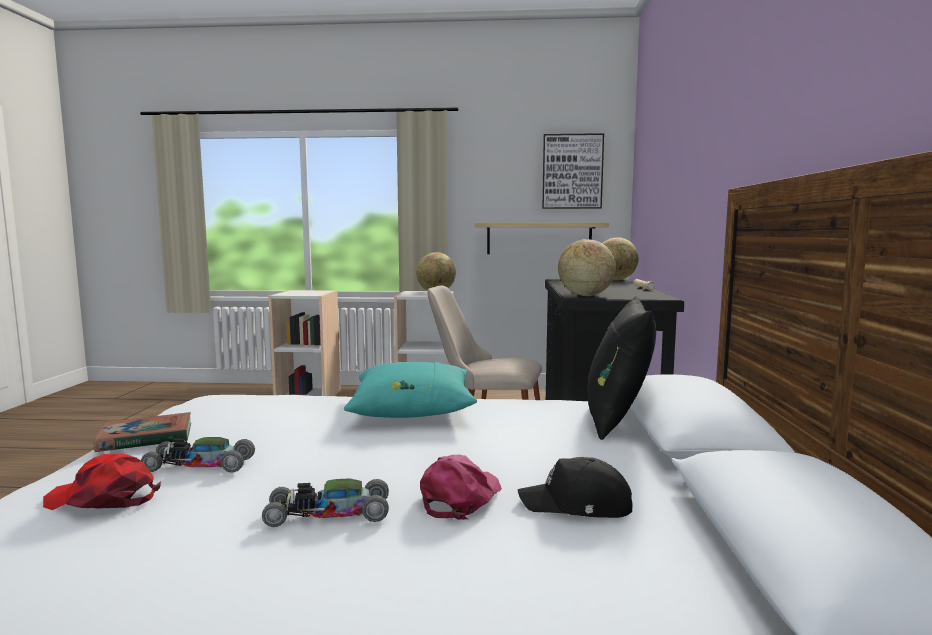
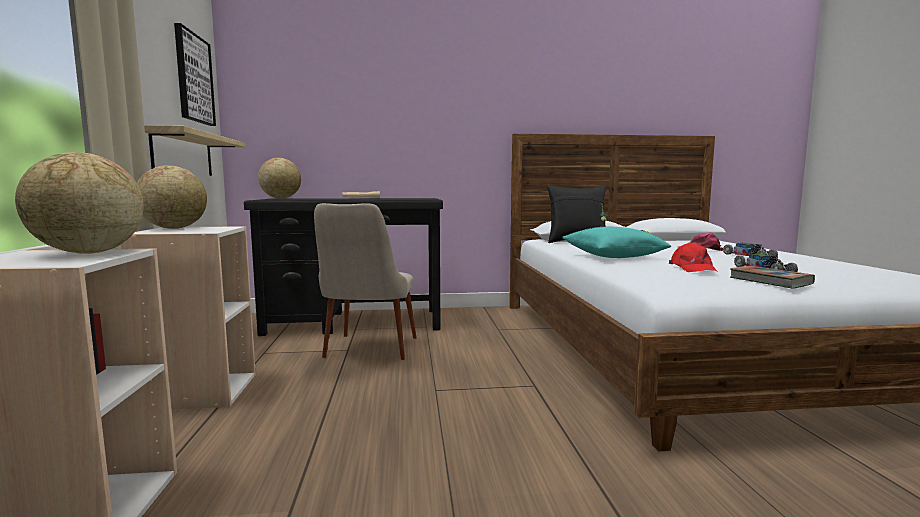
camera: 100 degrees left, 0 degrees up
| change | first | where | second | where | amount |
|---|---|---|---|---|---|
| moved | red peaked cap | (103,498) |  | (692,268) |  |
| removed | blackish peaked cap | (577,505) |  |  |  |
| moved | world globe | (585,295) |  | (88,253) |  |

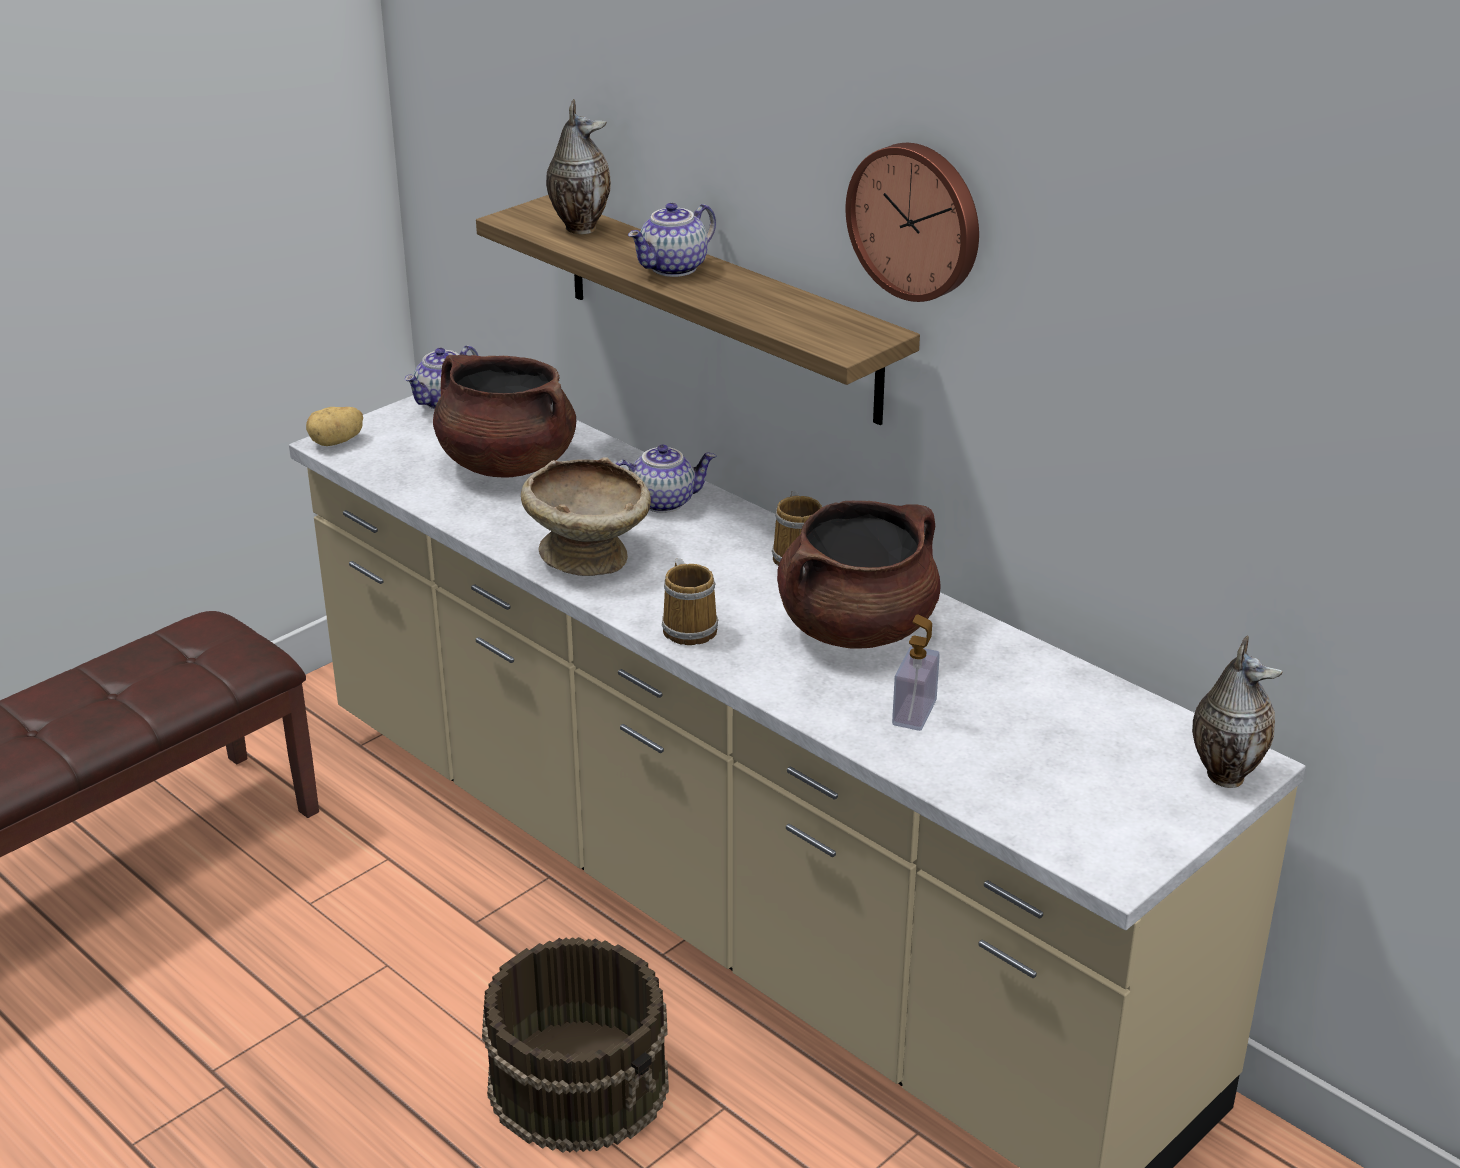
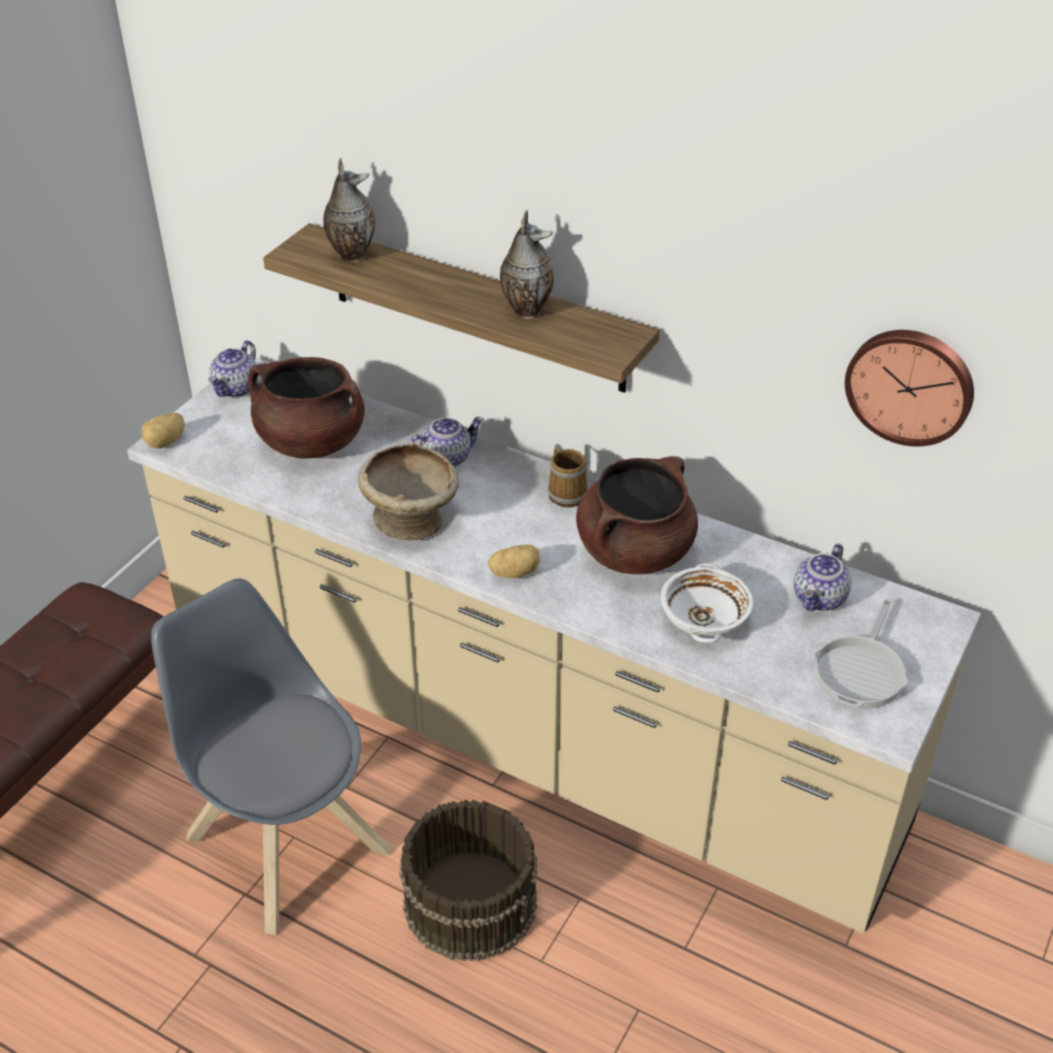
camera: 15 degrees left, 10 degrees up
| change | first | where | second | where | amount |
|---|---|---|---|---|---|
| moved | tea pot | (674,269) |  | (820,599) |  |
| replaced | tea mug | (690,627) | spud | (514,572) |  |
| moved | wall clock | (917,220) |  | (910,385) |  |
| replaced | soap dispenser | (914,713) | white-coloured serving bowl | (704,619) |  |
| moved | flower vase | (1224,773) |  | (526,310) |  |
| added |  |  | greyish chair | (284,839) |  |
| added |  |  | skillet | (860,672) |  |

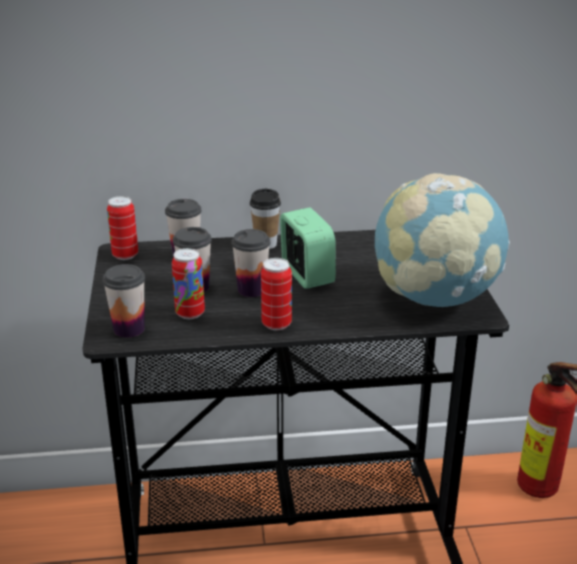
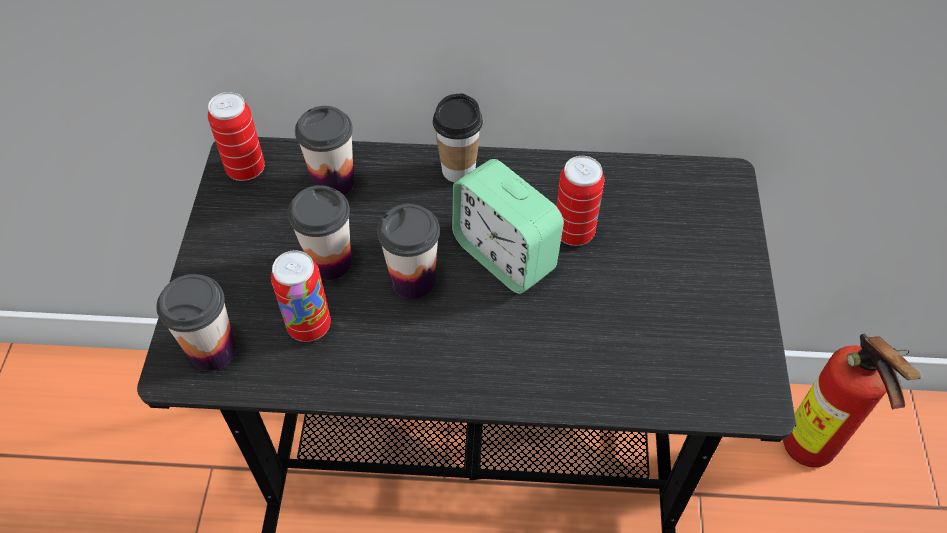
camera: 10 degrees right, 25 degrees up
| change | first | where | second | where | amount |
|---|---|---|---|---|---|
| moved | can | (276,324) |  | (574,232) |  |
| turned | bedside clock | (307,275) |  | (504,255) | 150 degrees clockwise |
| removed | world globe | (435,298) |  |  |  |

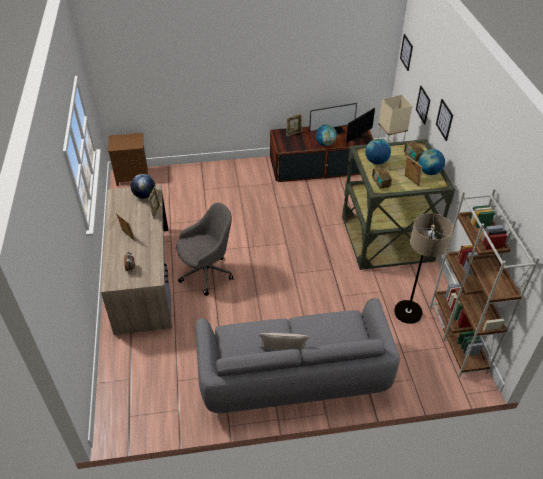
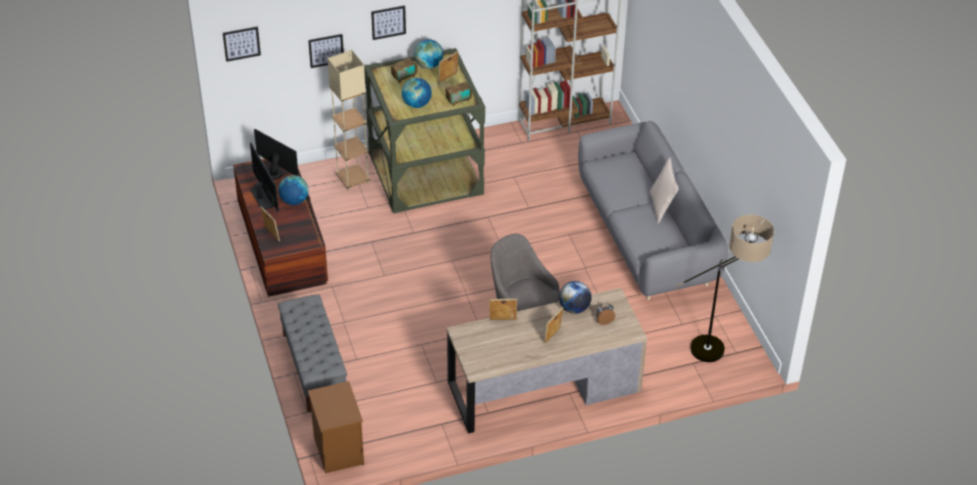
camera: 100 degrees left, 0 degrees up
| change | first | where | second | where | amount |
|---|---|---|---|---|---|
| moved | world globe | (144,195) |  | (574,308) |  |
| moved | standing lamp | (407,321) |  | (721,350) |  |
| added |  |  | greyish long seat | (314,368) |  |

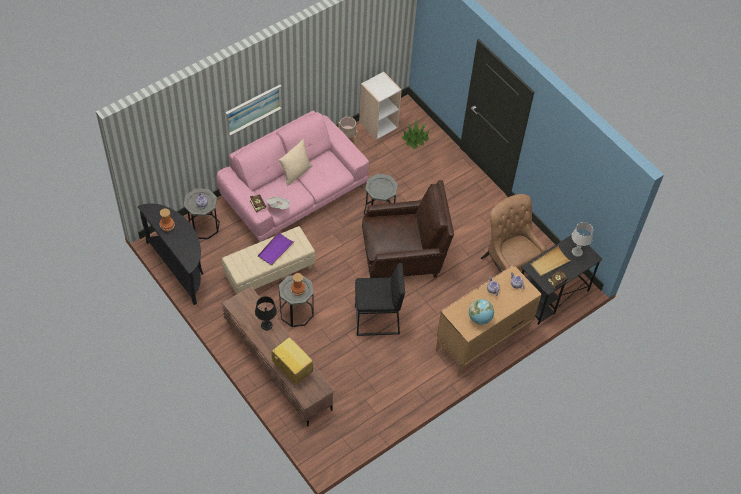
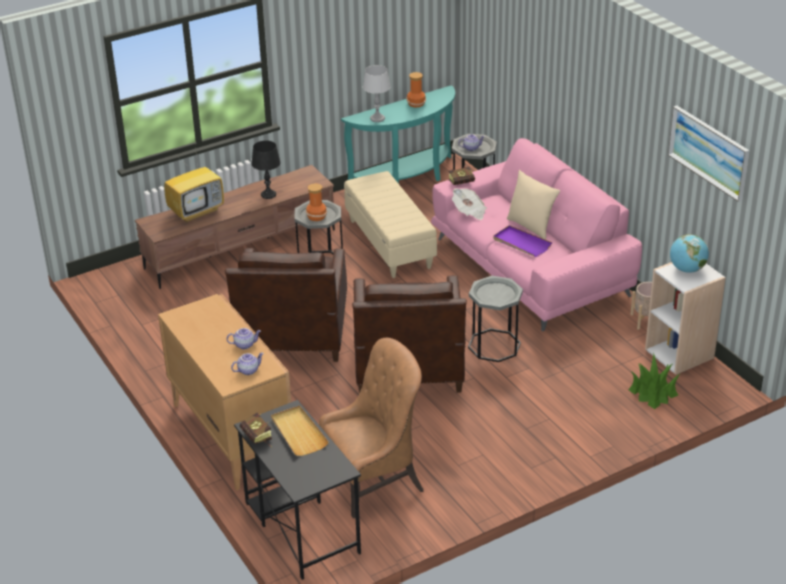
camera: 100 degrees right, 20 degrees down
| change | first | where | second | where | amount |
|---|---|---|---|---|---|
| recoloured | blackish console table | (180,267) | turquoise console table | (407,179) |  |
| moved | picture | (253,109) |  | (709,152) |  |
| moved | purple-coloured serving tray | (275,249) |  | (521,243) |  |
| replaced | blackish sitting stool | (377,320) | brownish lounge chair | (293,333) |  |
| moved | world globe | (480,318) |  | (687,269) |  |
| moved | greyish tabletop lamp | (577,252) |  | (377,119) |  |

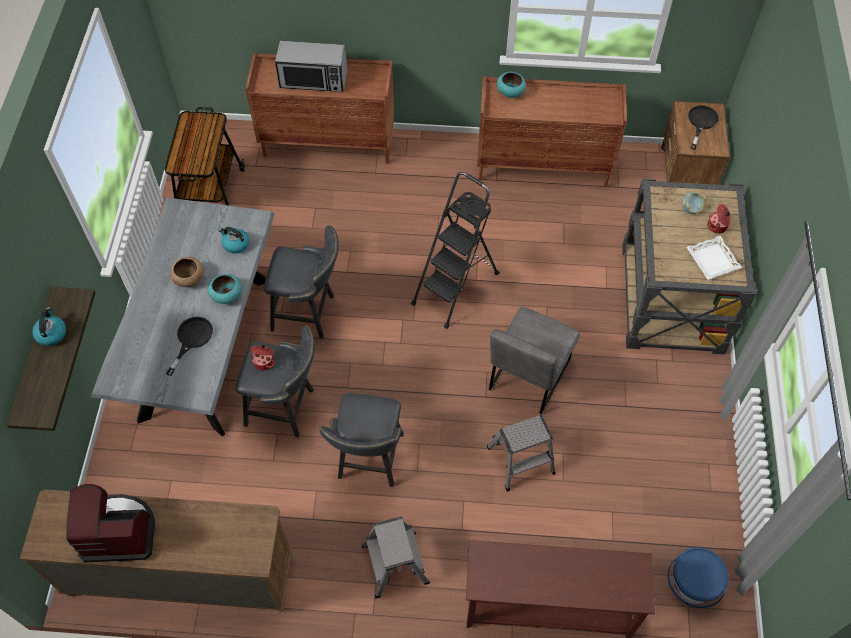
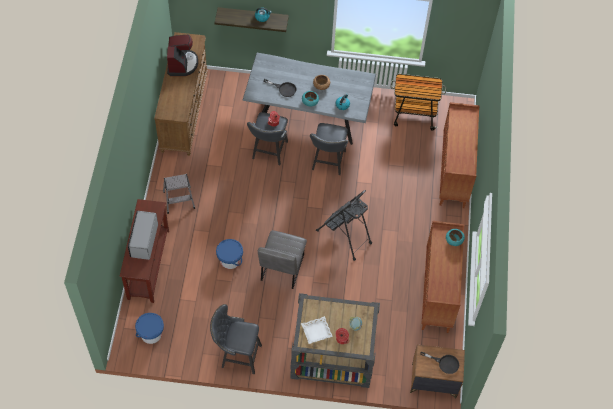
camera: 90 degrees right, 0 degrees up
| change | first | where | second | where | amount |
|---|---|---|---|---|---|
| moved | microwave oven | (313,80) |  | (144,240) |  |
| moved | greyish sitting stool | (369,464) |  | (236,355) |  |
| replaced | greyish stepladder | (520,459) | bluish pail | (230,260) |  |
| turned | greyish chair | (527,376) |  | (281,268) | 105 degrees counterclockwise |

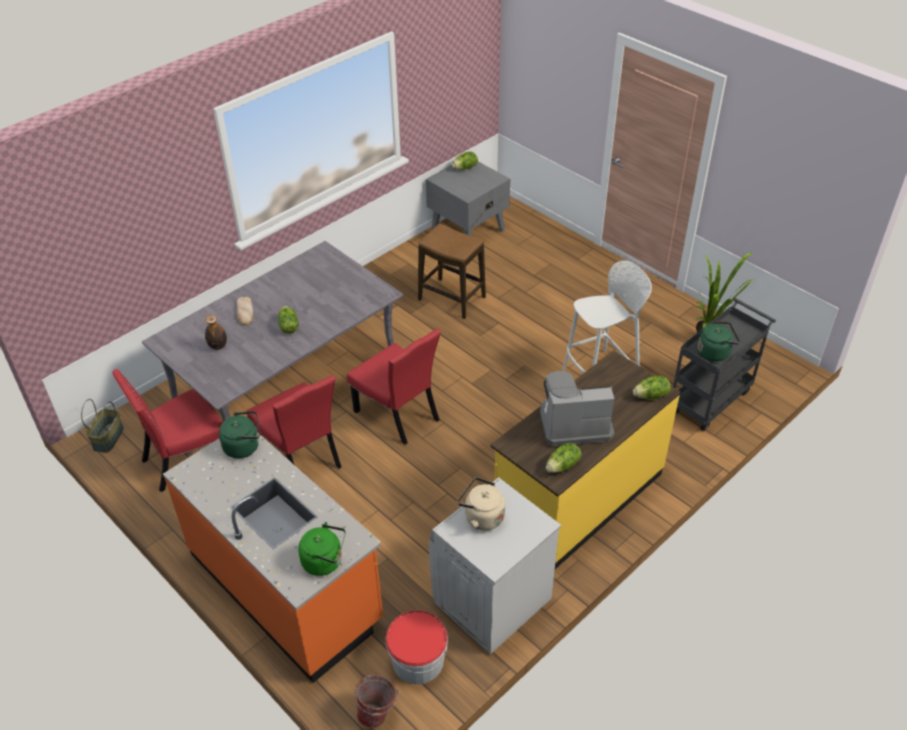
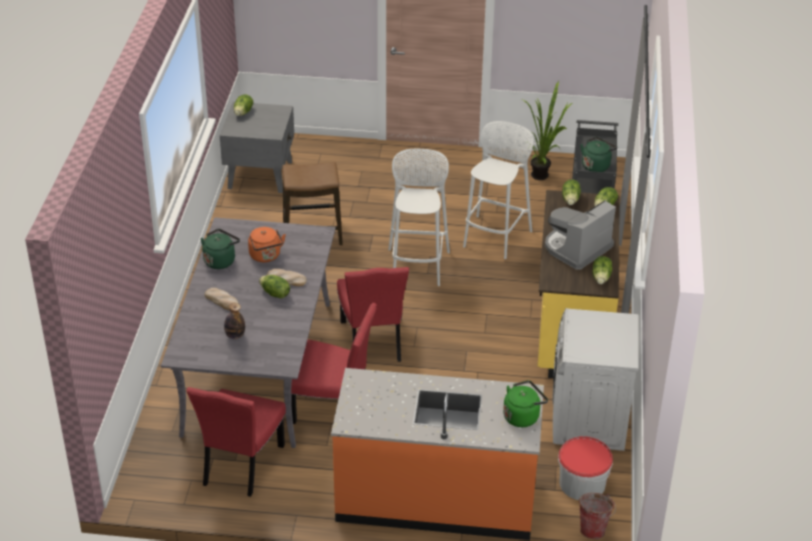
camera: 40 degrees left, 5 degrees down
| change | first | where | second | where | amount |
|---|---|---|---|---|---|
| removed | basket | (108,438) |  |  |  |
| moved | greenish kettle | (244,446) |  | (220,260) |  |
| turned | red chair | (397,413) |  | (373,339) | 75 degrees clockwise |
| removed | beige kettle | (481,517) |  |  |  |
| added |  |  | orange kettle | (266,256) |  |
| added |  |  | baked bread | (286,279) |  |
| added |  |  | white-coloured sitting stool | (417,266) |  |
| added |  |  | lettuce | (571,200) |  |

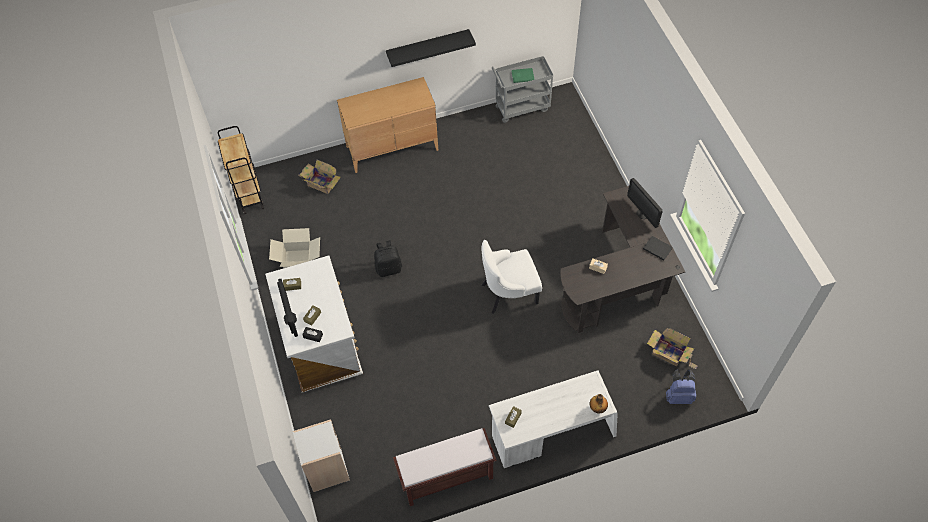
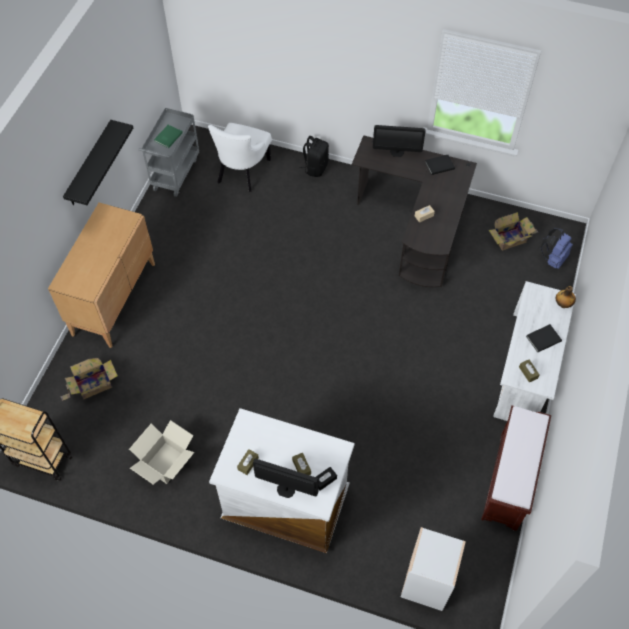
camera: 55 degrees left, 0 degrees up
| change | first | where | second | where | amount |
|---|---|---|---|---|---|
| moved | blackish knapsack | (389,268) |  | (315,168) |  |
| moved | white-coloured chair | (510,292) |  | (243,170) |  |
| added |  |  | blackish bound book | (542,338) |  |

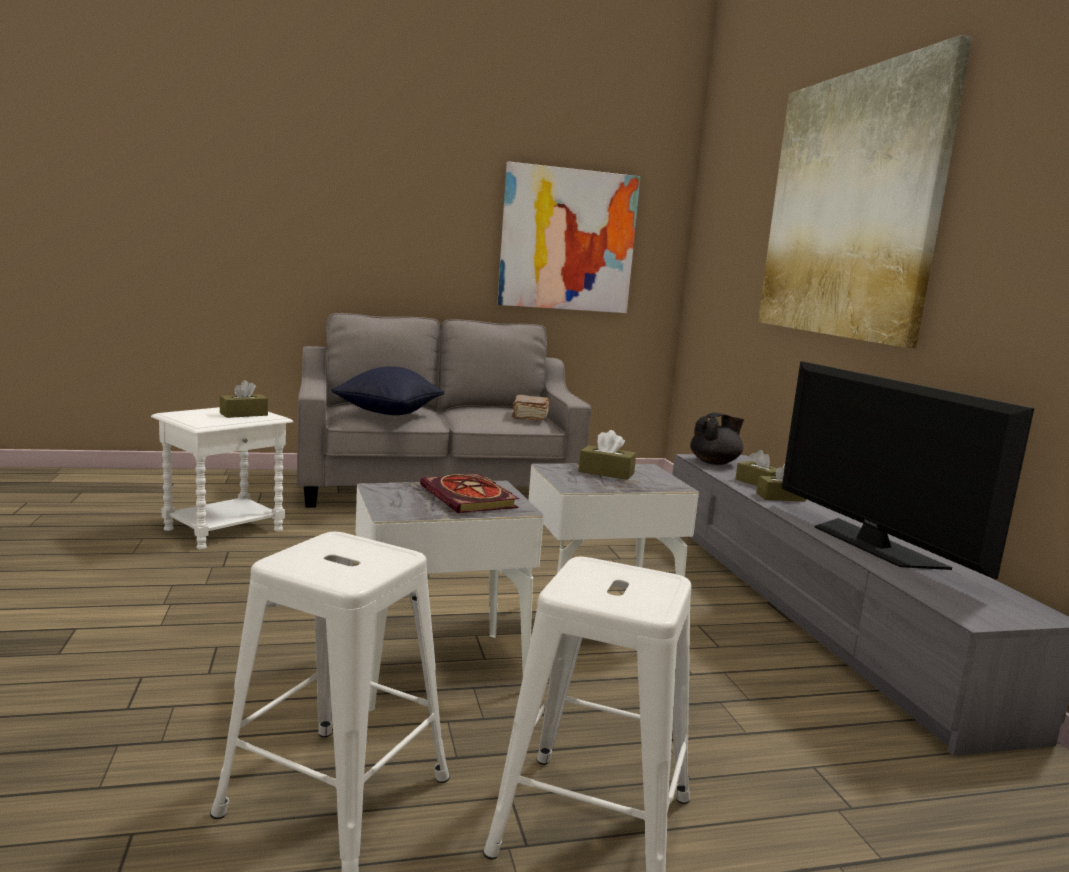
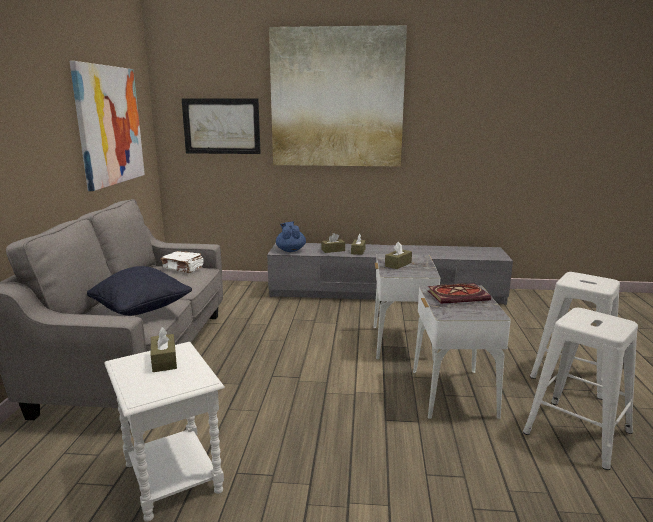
camera: 70 degrees left, 5 degrees up
| change | first | where | second | where | amount |
|---|---|---|---|---|---|
| recoloured | brownish bound book | (529,416) | white-coloured bound book | (183,268) |  |
| recoloured | blackish tea pot | (715,462) | bluish tea pot | (290,250) |  |
| removed | TV set | (872,544) |  |  |  |
| added |  |  | picture | (221,126) |  |

